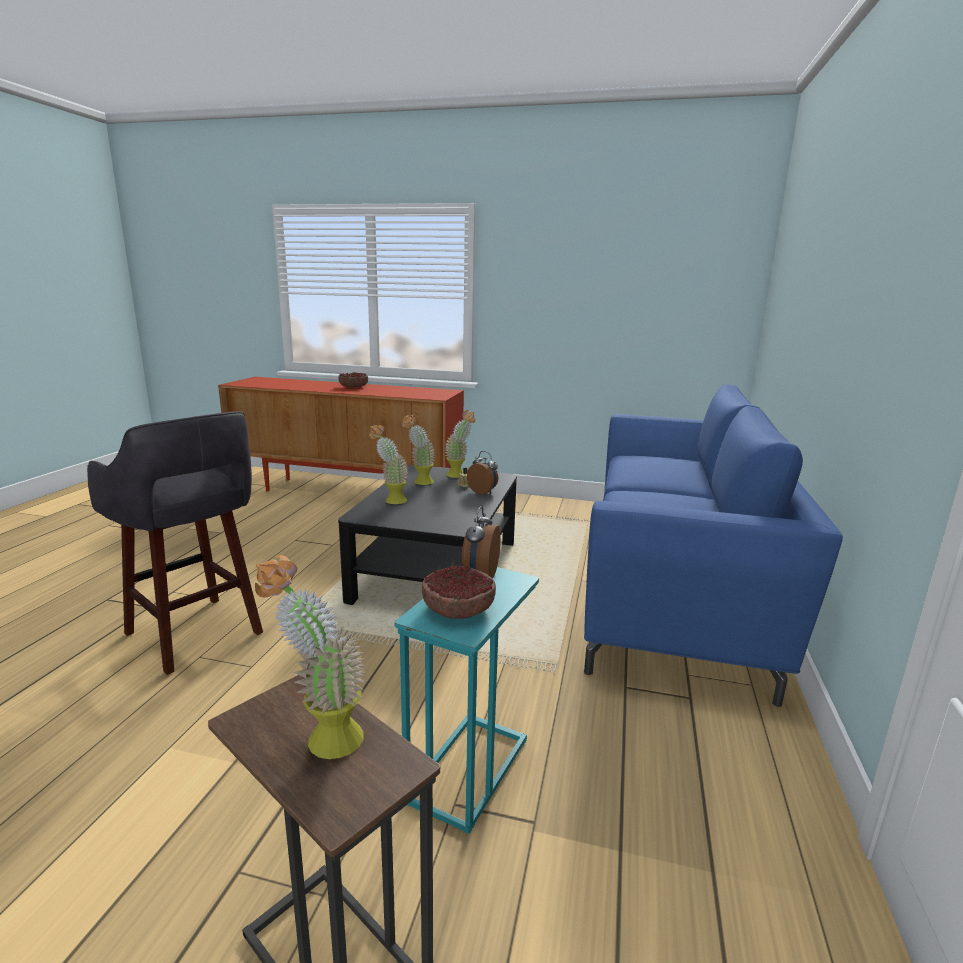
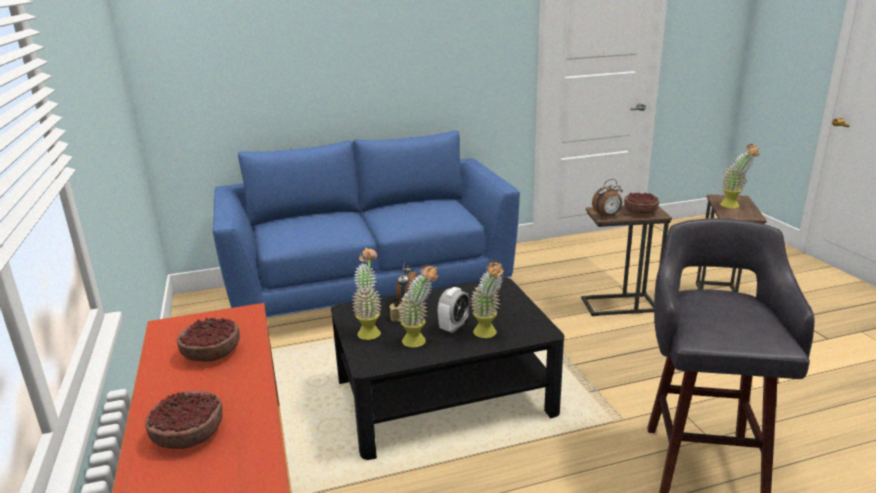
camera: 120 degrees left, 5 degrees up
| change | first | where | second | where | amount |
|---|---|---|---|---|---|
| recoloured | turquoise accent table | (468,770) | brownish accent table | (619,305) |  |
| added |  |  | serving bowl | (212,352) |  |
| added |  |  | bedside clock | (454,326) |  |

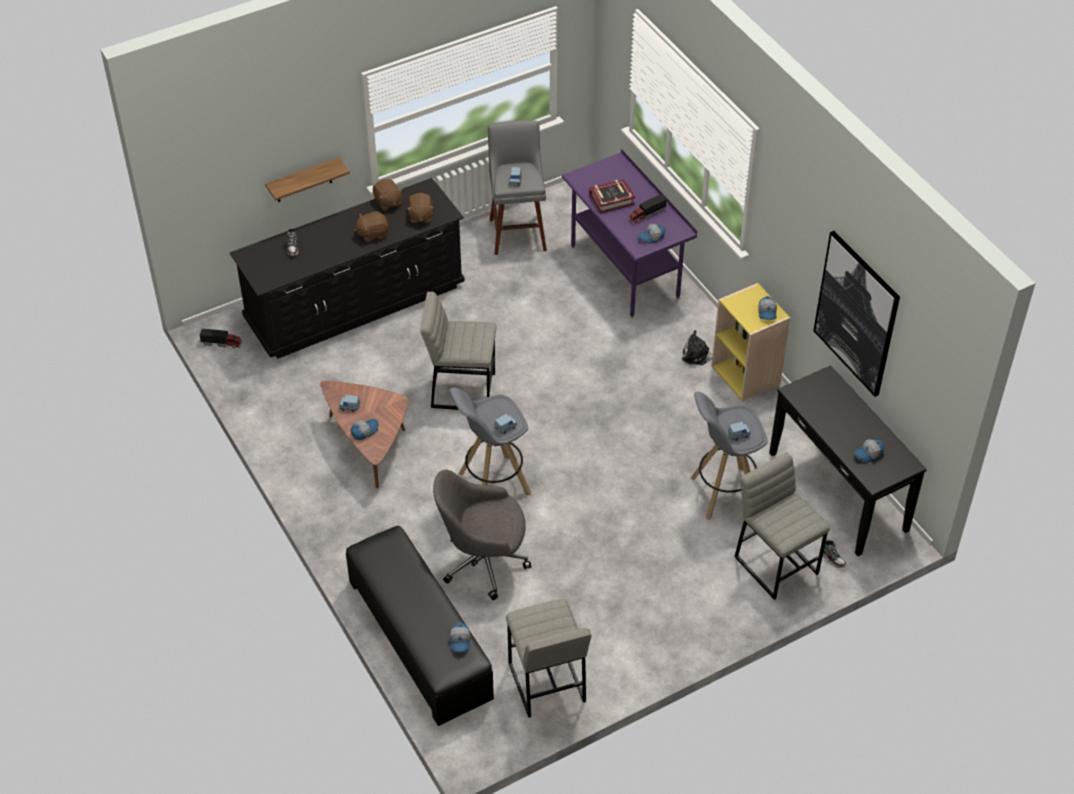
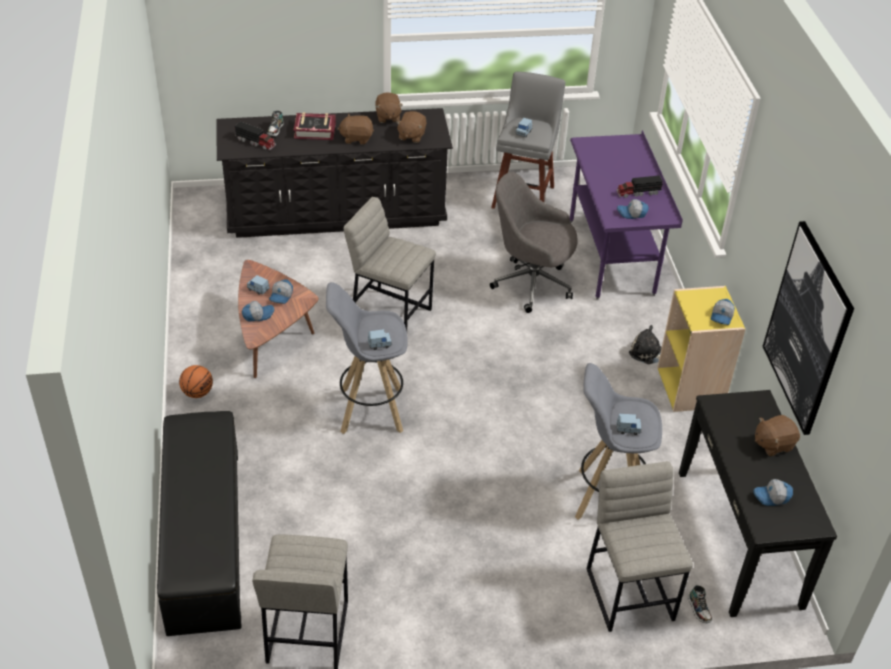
camera: 20 degrees right, 5 degrees down
| change | first | where | second | where | amount |
|---|---|---|---|---|---|
| moved | toy truck | (222,343) |  | (256,142) |  |
| removed | shelf | (303,181) |  |  |  |
| moved | greyish computer chair | (483,564) |  | (531,284) |  |
| moved | peaked cap | (460,641) |  | (281,296) |  |
| moved | bound book | (611,199) |  | (315,130) |  |
| added |  |  | basketball | (197,393) |  |
| added |  |  | brownish plush toy | (773,444) |  |

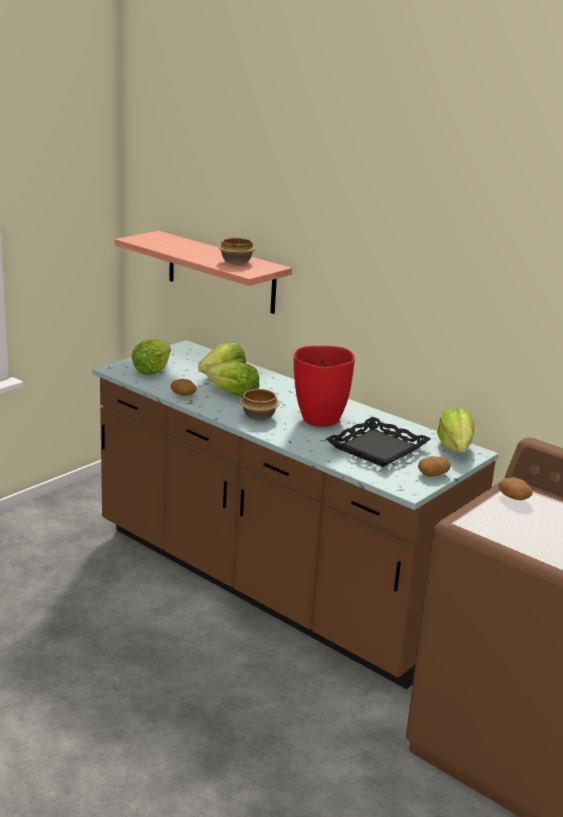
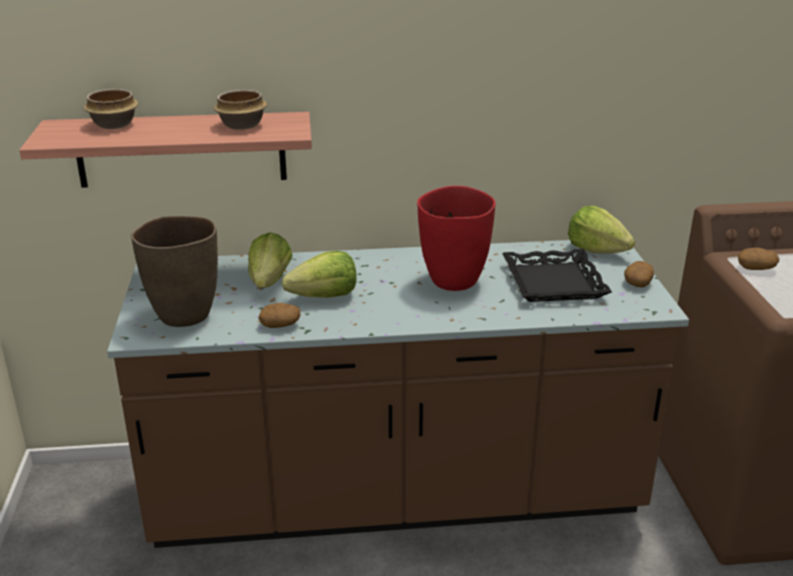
camera: 45 degrees left, 5 degrees up
| change | first | where | second | where | amount |
|---|---|---|---|---|---|
| replaced | lettuce | (152,370) | brownish flower vase | (184,315) |  |
| moved | serving bowl | (259,416) |  | (115,124) |  |

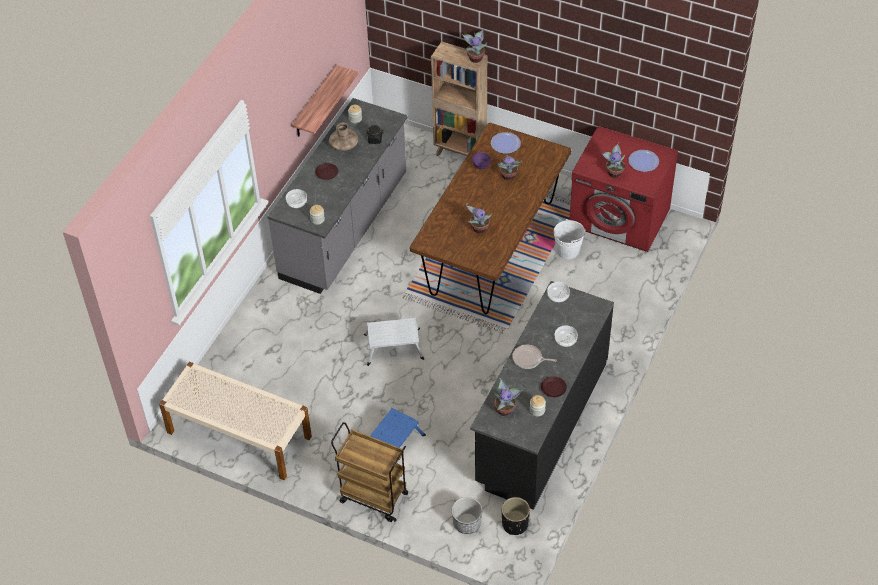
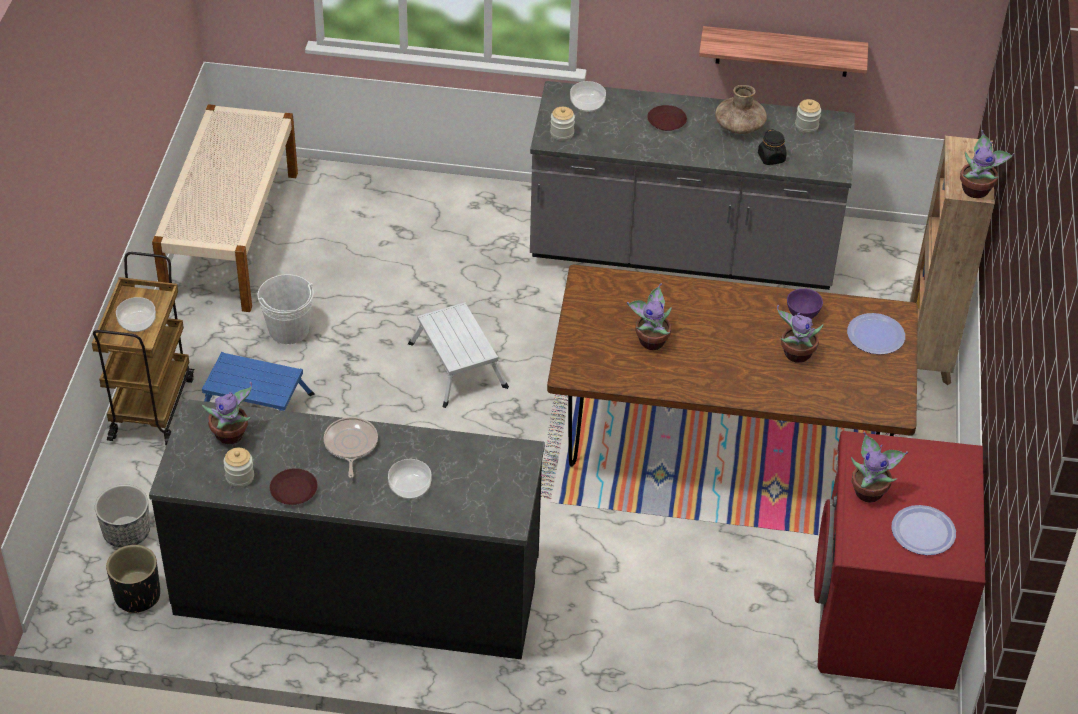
camera: 70 degrees right, 5 degrees down
| change | first | where | second | where | amount |
|---|---|---|---|---|---|
| moved | serving bowl | (558,296) |  | (138,322) |  |
| moved | white-coloured pail | (568,250) |  | (289,330) |  |

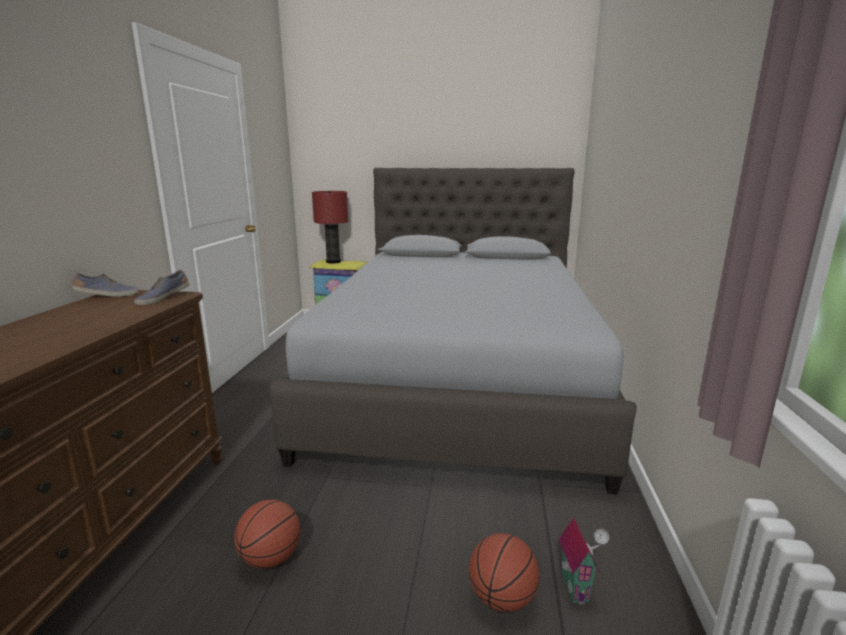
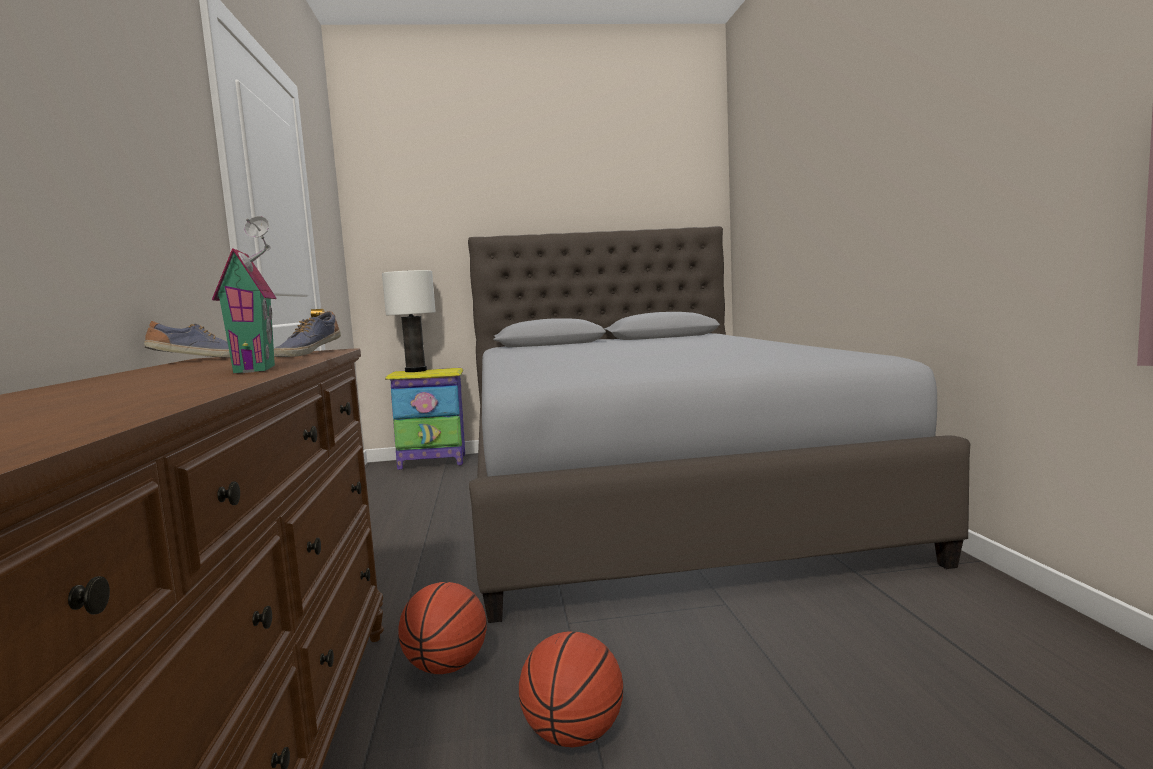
camera: 15 degrees left, 10 degrees down
| change | first | where | second | where | amount |
|---|---|---|---|---|---|
| recoloured | red tabletop lamp | (333,262) | white-coloured tabletop lamp | (415,371) |  |
| moved | basketball | (501,598) |  | (446,667) |  |
| moved | model house | (577,587) |  | (260,369) |  |

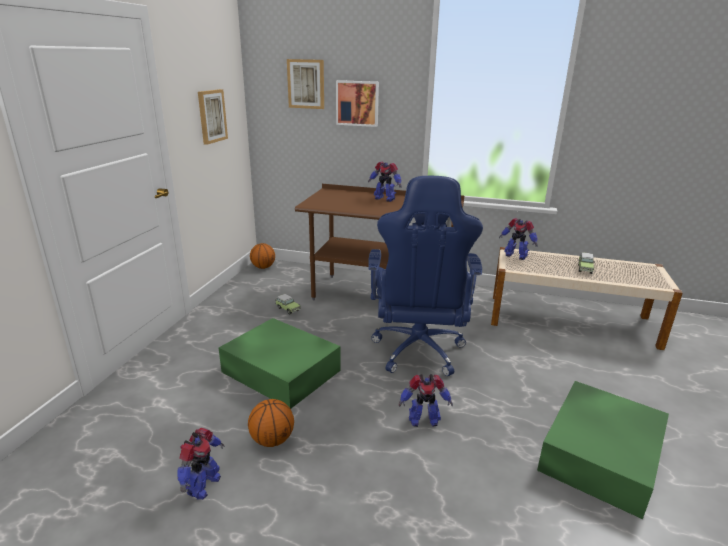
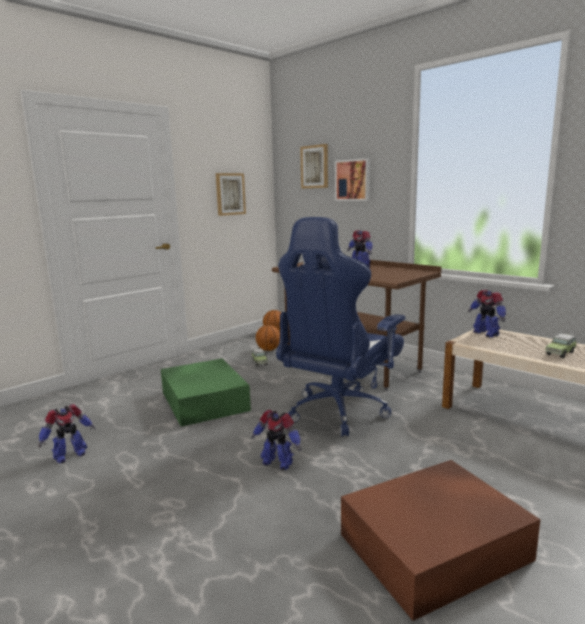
camera: 30 degrees right, 10 degrees down
| change | first | where | second | where | amount |
|---|---|---|---|---|---|
| moved | basketball | (272,440) |  | (269,350) |  |
| recoloured | greenish storage box | (601,454) | brownish storage box | (436,546) |  |

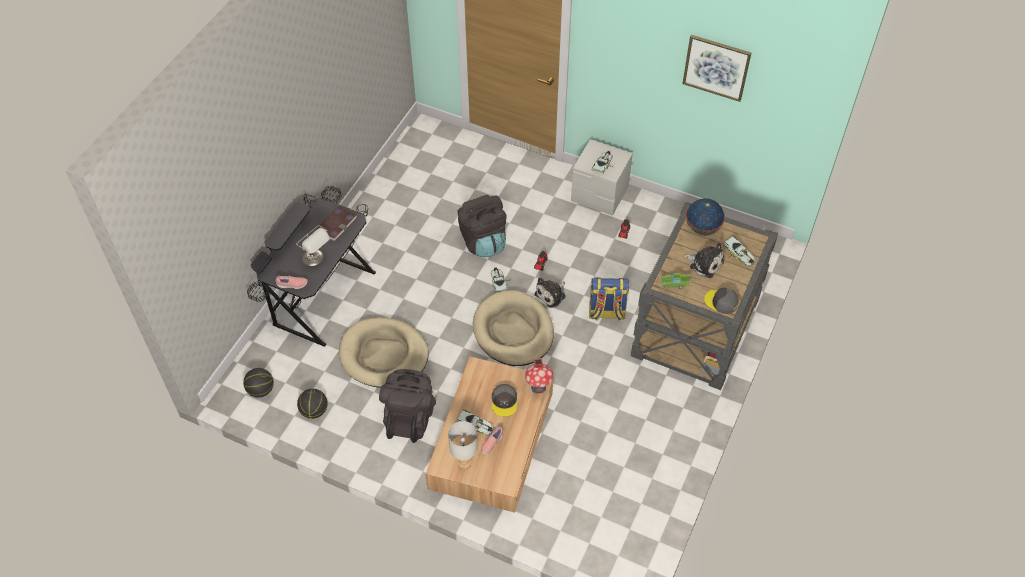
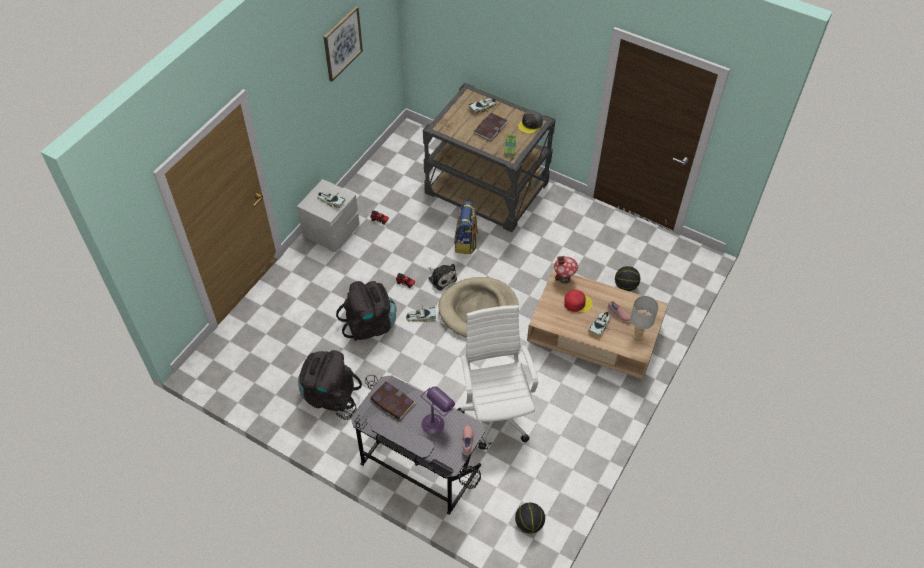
camera: 85 degrees left, 0 degrees up
| change | first | where | second | where | amount |
|---|---|---|---|---|---|
| recoloured | white-coloured tabletop lamp | (316,259) | purple-coloured tabletop lamp | (436,420) |  |
| moved | basketball | (314,411) |  | (625,286) |  |
| replaced | beige pet bed | (384,355) | white-coloured computer chair | (496,413) |  |
| moved | blackish knapsack | (410,417) |  | (329,394) |  |
| recoloured | greyish peaked cap | (504,401) | red peaked cap | (577,303) |  |
| replaced | plush toy | (704,263) | bound book | (490,128) |  |
| removed | world globe | (702,228) |  |  |  |

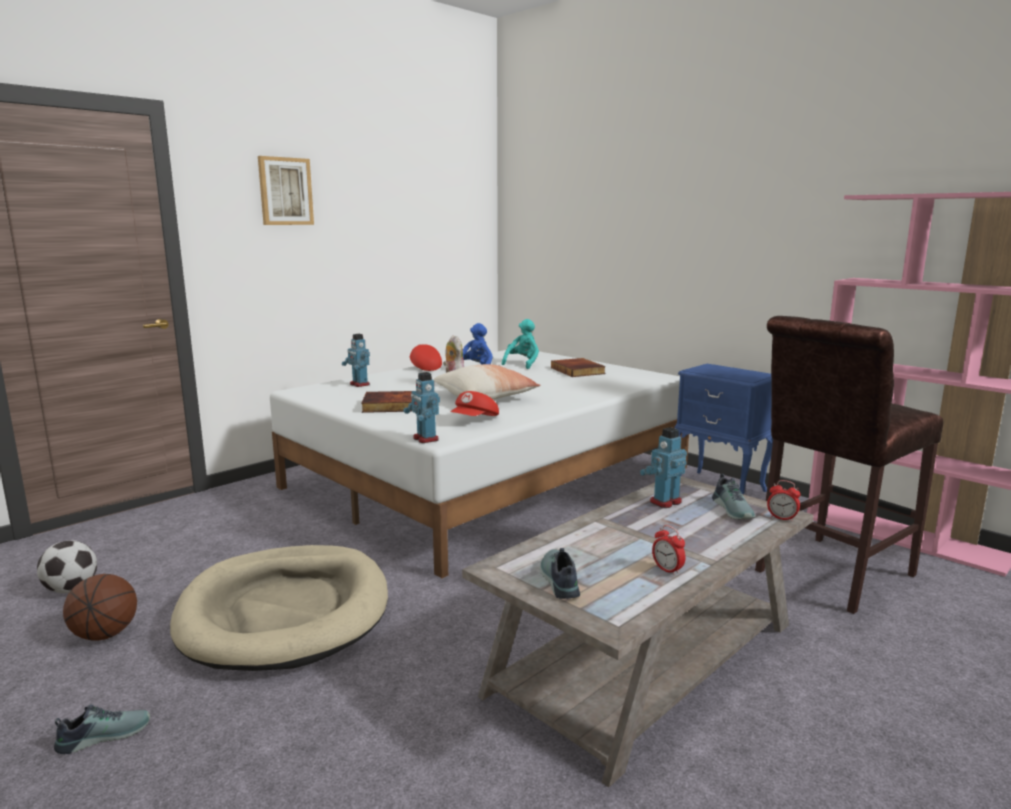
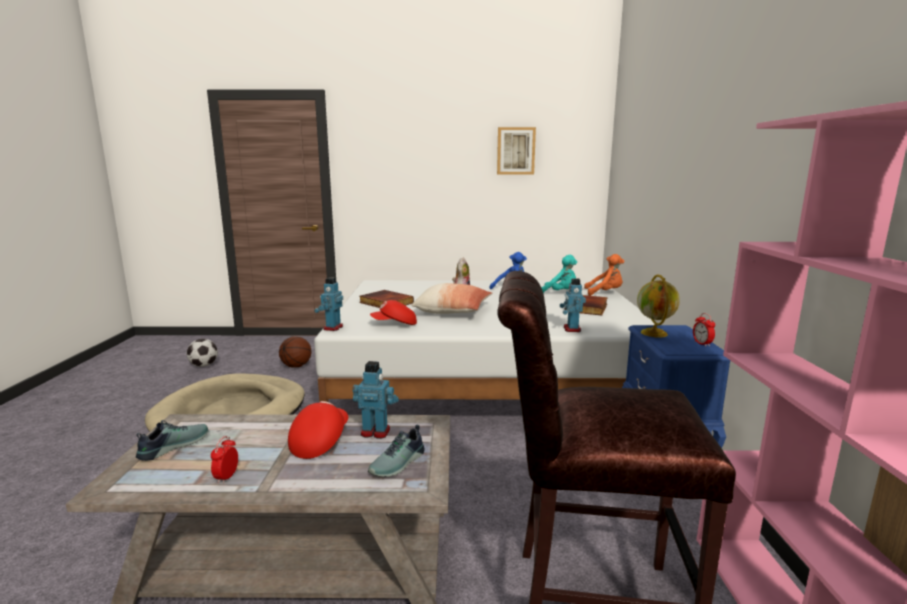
camera: 45 degrees right, 0 degrees up
| change | first | where | second | where | amount |
|---|---|---|---|---|---|
| removed | item of footwear | (104,735) |  |  |  |
| moved | basketball | (105,634) |  | (296,366) |  |
| moved | picture | (285,191) |  | (516,151) |  |
| moved | model robot | (359,384) |  | (571,329) |  |
| moved | red peaked cap | (424,367) |  | (319,441) |  |
| turned | turquoise plush toy | (522,364) |  | (560,293) | 45 degrees clockwise |
| moved | bedside clock | (782,518) |  | (702,344) |  |
| added |  |  | orange plush toy | (605,293) |  |
| added |  |  | world globe | (654,333) |  |

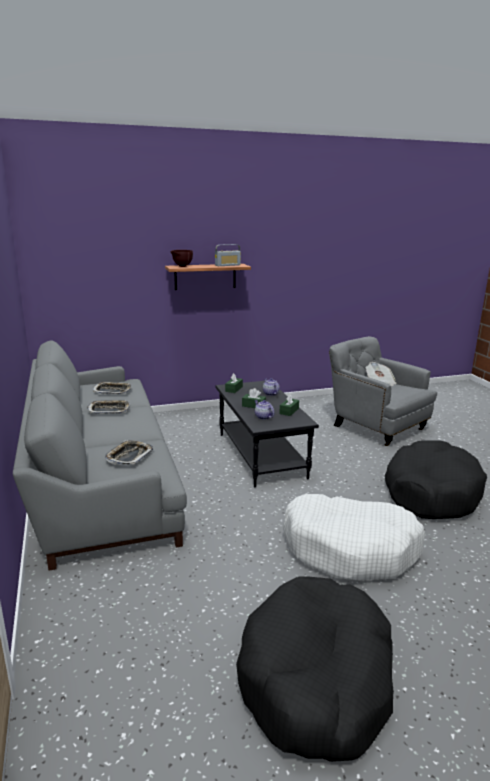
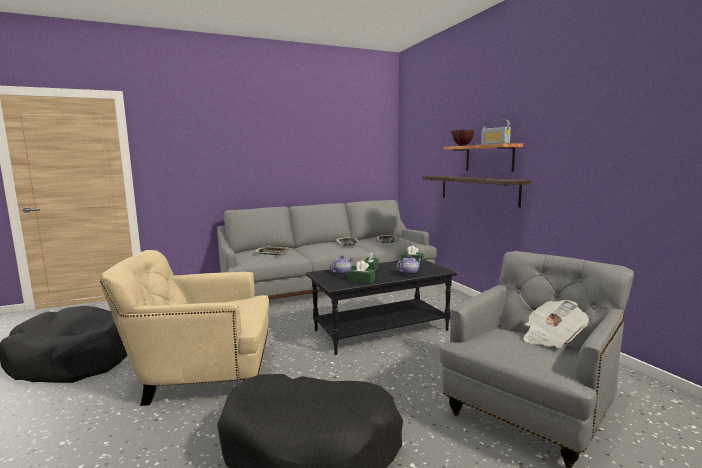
camera: 85 degrees right, 10 degrees down
| change | first | where | second | where | amount |
|---|---|---|---|---|---|
| replaced | white-coloured pet bed | (350,548) | beige lounge chair | (202,375) |  |
| added |  |  | shelf | (477,189) |  |

